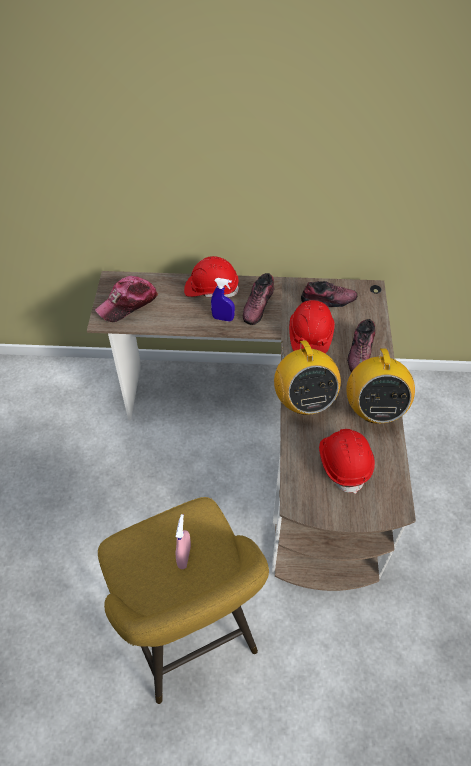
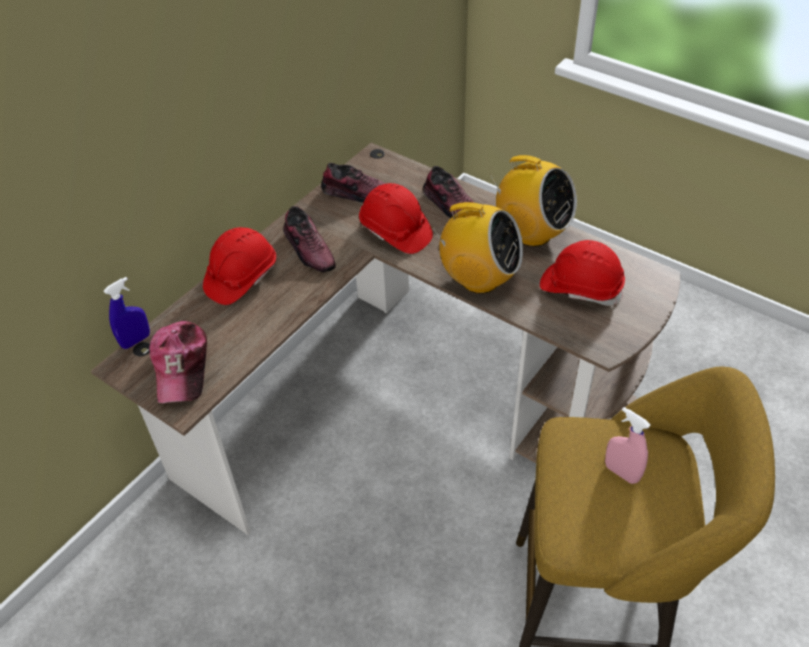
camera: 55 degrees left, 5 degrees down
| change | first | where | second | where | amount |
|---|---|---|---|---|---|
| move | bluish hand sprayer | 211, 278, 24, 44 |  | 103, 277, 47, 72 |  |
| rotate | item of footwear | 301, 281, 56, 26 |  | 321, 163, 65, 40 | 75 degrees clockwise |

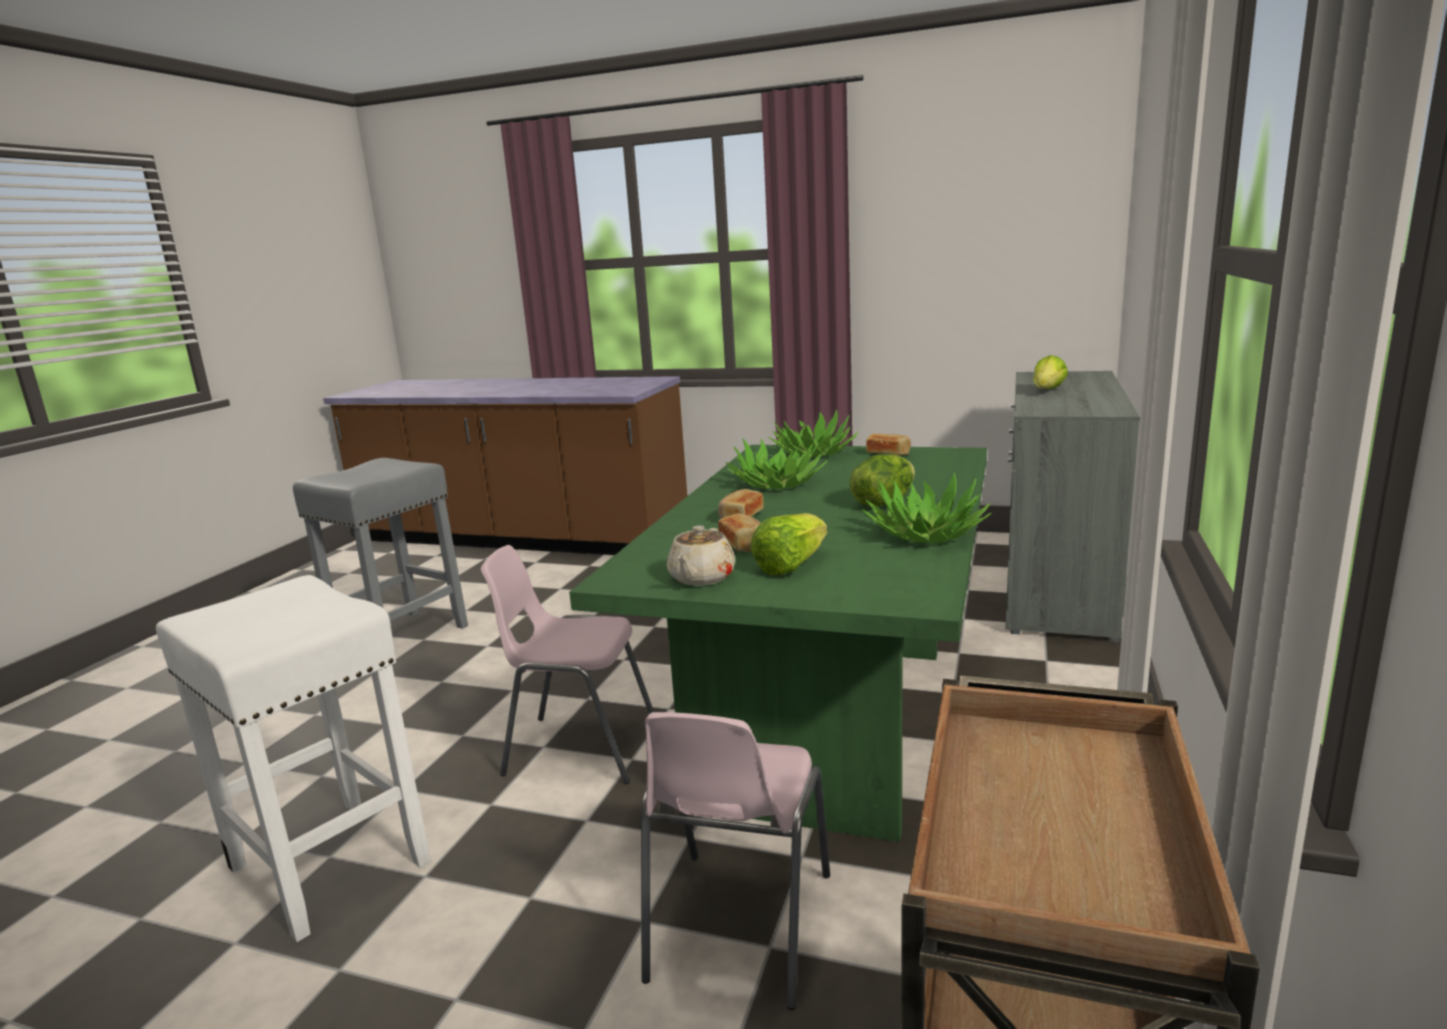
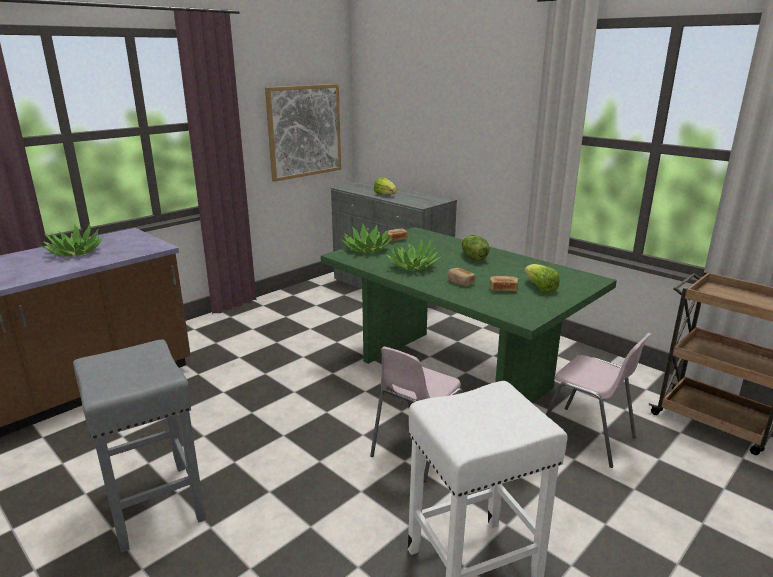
camera: 65 degrees left, 5 degrees up
| change | first | where | second | where | amount |
|---|---|---|---|---|---|
| delete | sand-coloured tea pot | 667, 525, 68, 61 |  |  |  |
| move | plant in a pot | 862, 473, 130, 70 |  | 39, 223, 65, 33 |  |
| insert |  |  | wall art | 265, 84, 76, 98 |  |

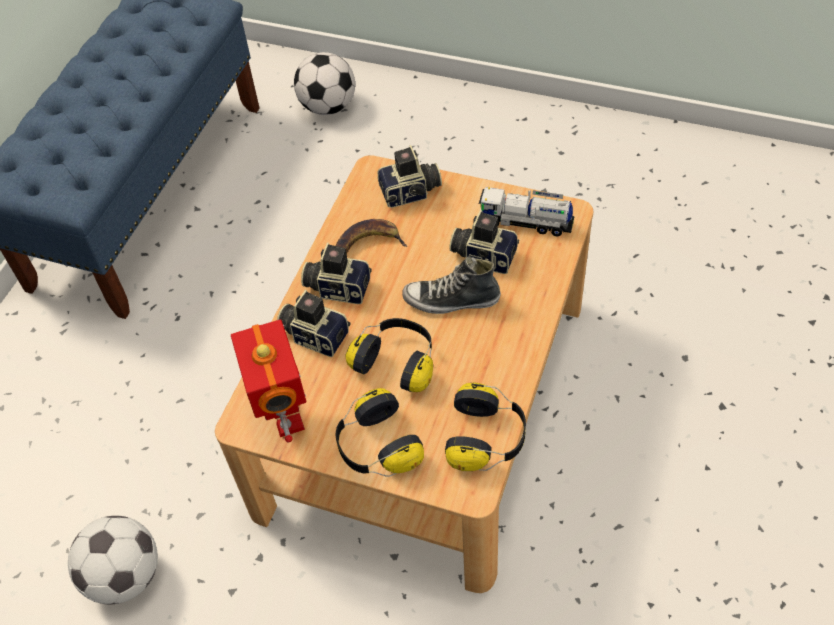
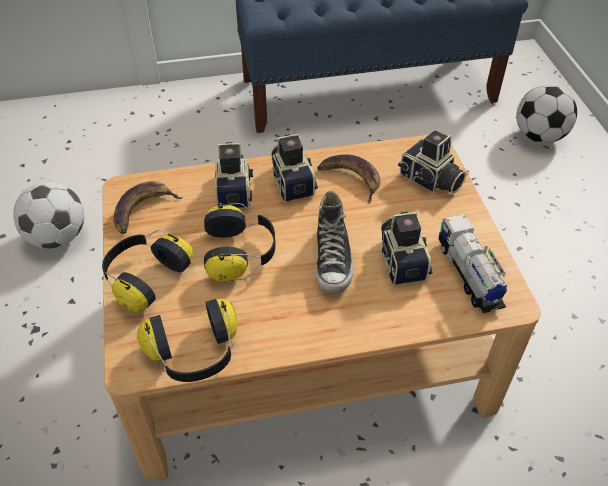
camera: 55 degrees right, 5 degrees down
| change | first | where | second | where | amount |
|---|---|---|---|---|---|
| replace | robot figure | 231, 319, 75, 123 | banana | 113, 181, 70, 53 |  |
| rotate | item of footwear | 402, 256, 99, 58 |  | 316, 191, 37, 103 | 150 degrees counterclockwise |

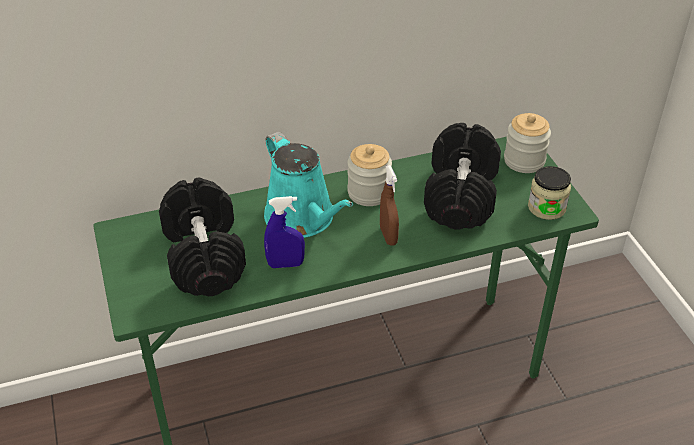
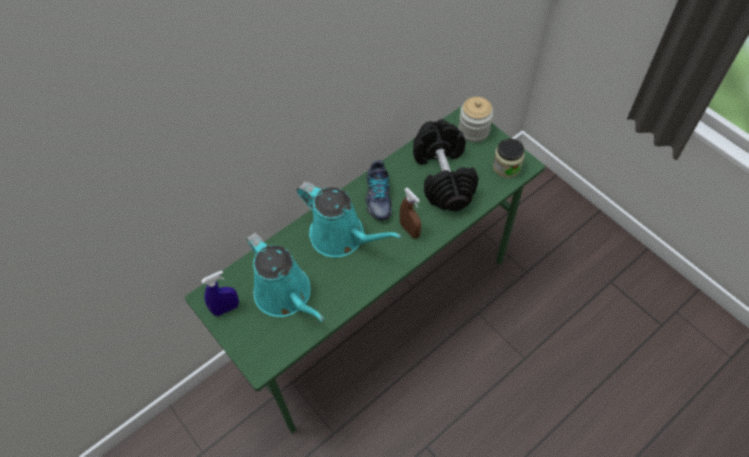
camera: 20 degrees left, 15 degrees up
| change | first | where | second | where | amount |
|---|---|---|---|---|---|
| replace | black-coloured dumbbell | 159, 177, 87, 119 | blue-green watering can | 246, 232, 78, 90 |  |
| move | bluish hand sprayer | 264, 196, 41, 72 |  | 201, 271, 38, 45 |  |
| replace | storage jar | 347, 144, 45, 62 | item of footwear | 366, 160, 26, 60 |  |

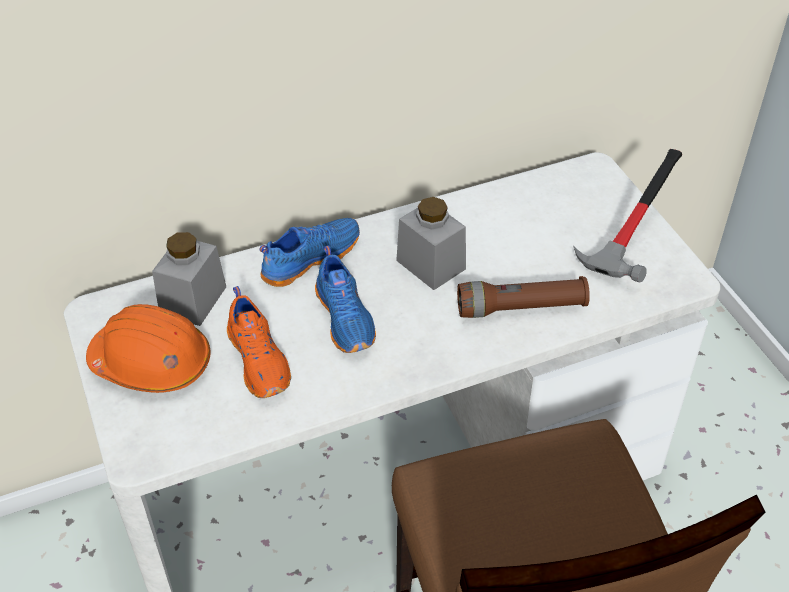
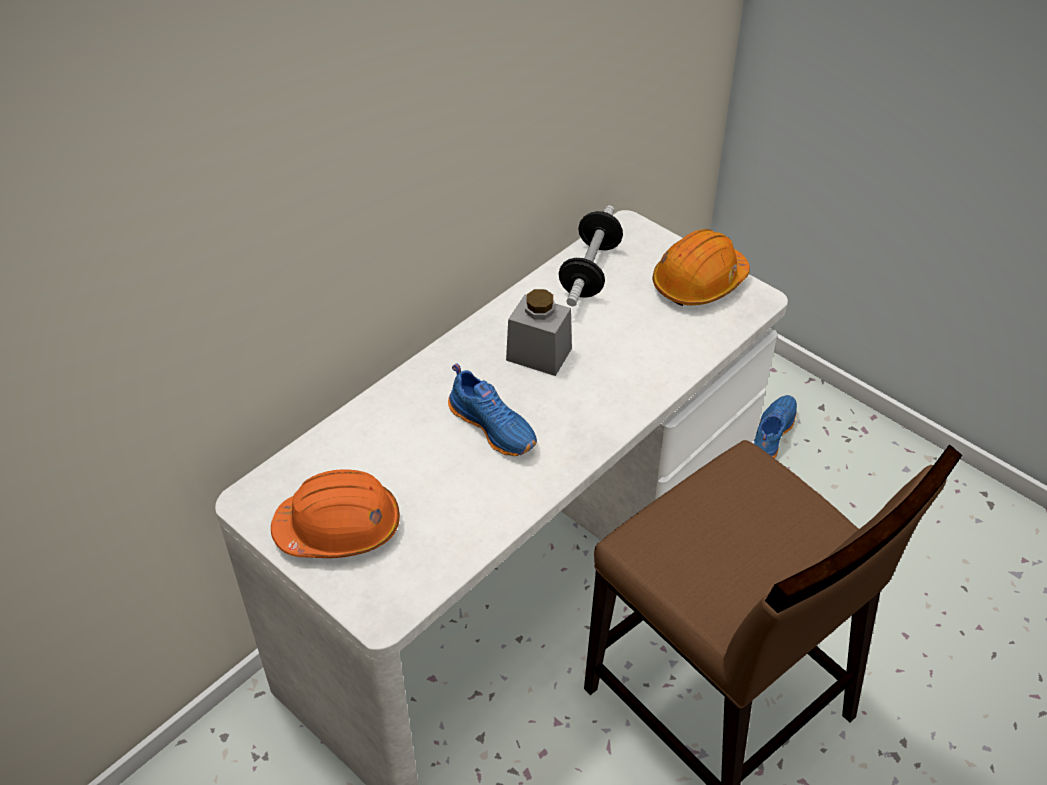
camera: 25 degrees left, 0 degrees up
| change | first | where | second | where | amount |
|---|---|---|---|---|---|
| delete | greyish storage jar | 152, 232, 74, 94 |  |  |  |
| delete | orange-coloured item of footwear | 227, 286, 64, 112 |  |  |  |
| move | bluish item of footwear | 259, 218, 101, 69 |  | 754, 395, 43, 64 |  |
| delete | brown flashlight | 457, 276, 133, 42 |  |  |  |
| replace | hammer | 574, 149, 108, 133 | orange-coloured hard hat | 652, 229, 98, 77 |  |
| insert |  |  | dumbbell | 559, 205, 64, 101 |  |

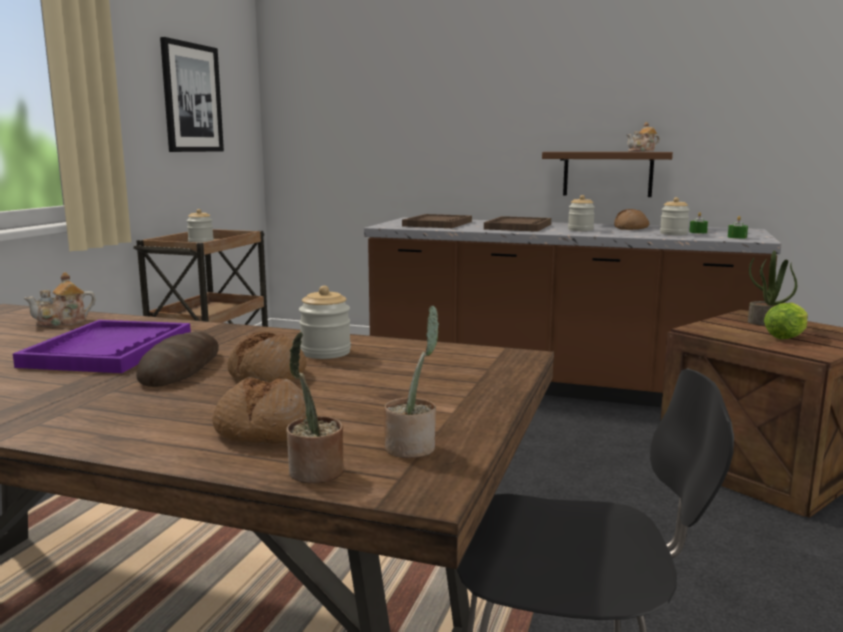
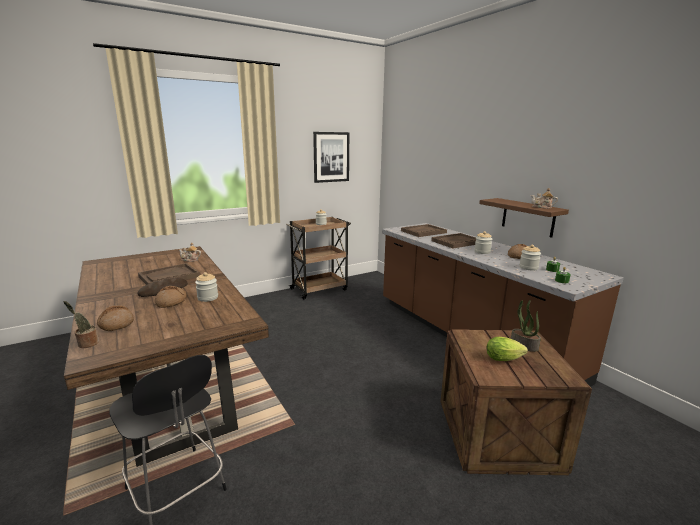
camera: 40 degrees right, 5 degrees up
| change | first | where | second | where | amount |
|---|---|---|---|---|---|
| recolor | purplish carrying tray | 13, 320, 178, 53 | brown carrying tray | 138, 263, 62, 22 |  |
| delete | plant in a pot | 384, 306, 55, 152 |  |  |  |

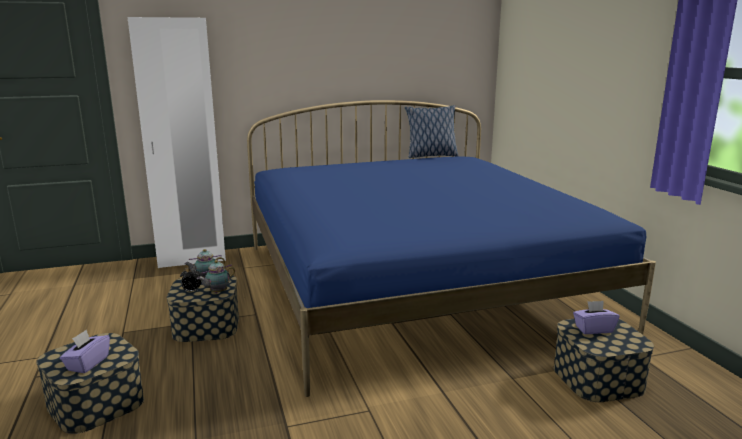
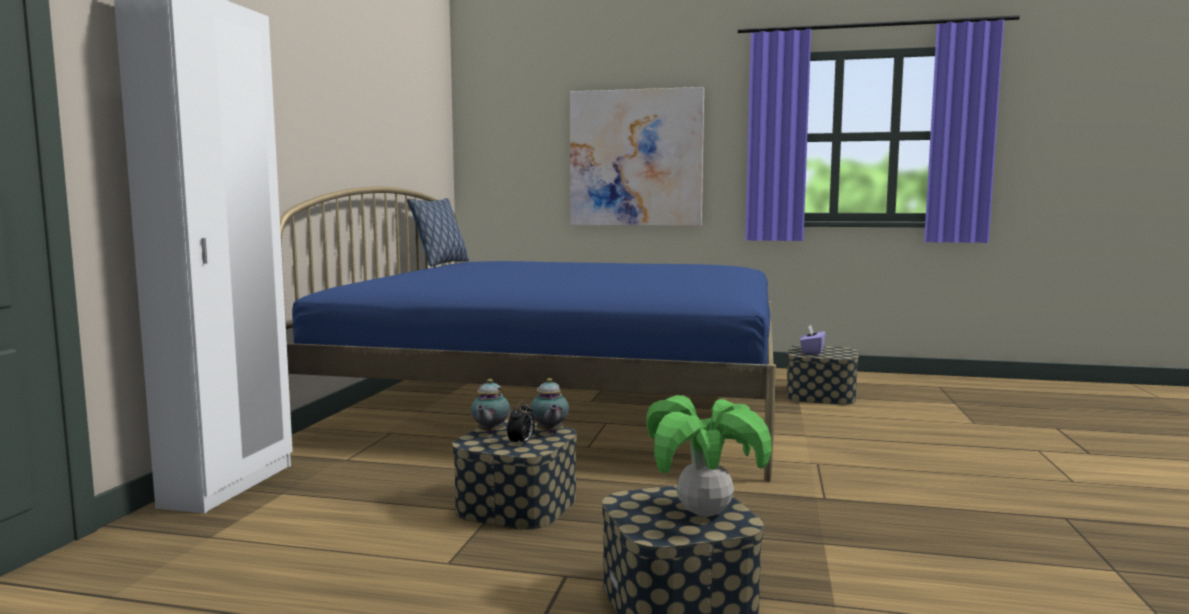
camera: 60 degrees left, 10 degrees down
| change | first | where | second | where | amount |
|---|---|---|---|---|---|
| replace | purplish tissue box | 60, 330, 50, 43 | plant in a pot | 646, 395, 126, 122 |  |
| insert |  |  | wall art | 570, 87, 134, 139 |  |

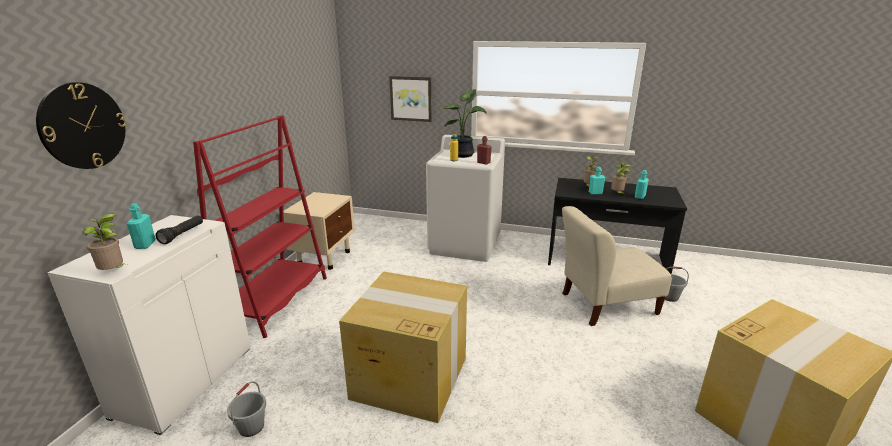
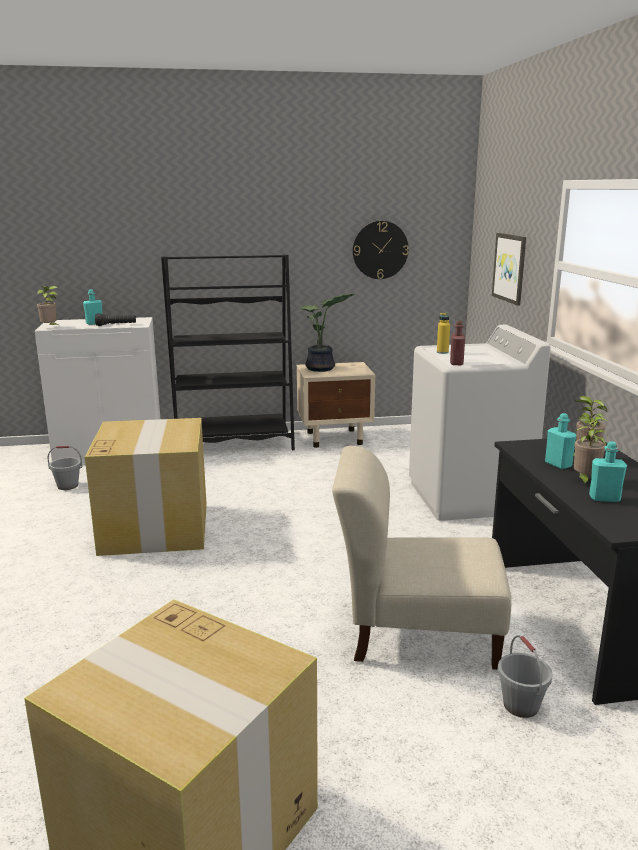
camera: 65 degrees right, 5 degrees down
| change | first | where | second | where | amount |
|---|---|---|---|---|---|
| move | hanging clock | 36, 82, 90, 87 |  | 353, 221, 56, 58 |  |
| recolor | red shelving unit | 193, 115, 134, 223 | black-coloured shelving unit | 161, 254, 134, 196 |  |
| move | plant in a pot | 442, 89, 45, 69 |  | 300, 294, 55, 78 |  |
| rotate | sand-coloured plain chair | 562, 206, 110, 120 |  | 332, 446, 179, 224 | 45 degrees counterclockwise |

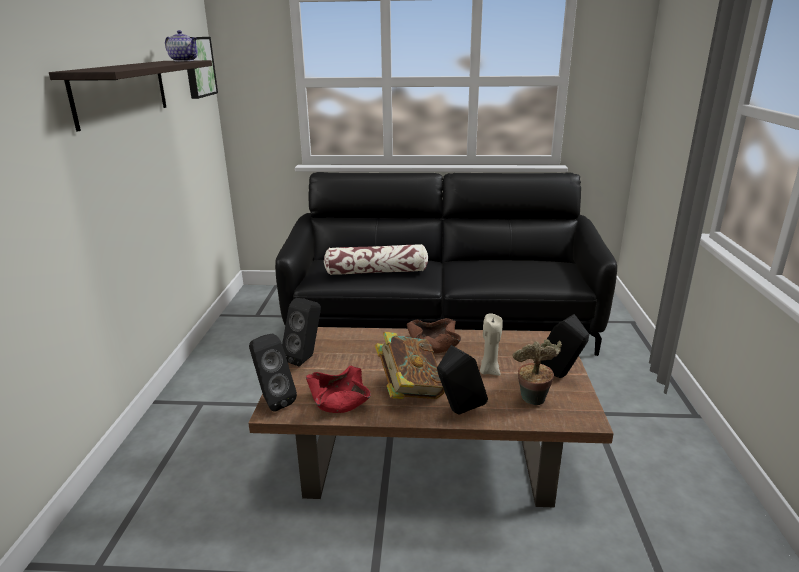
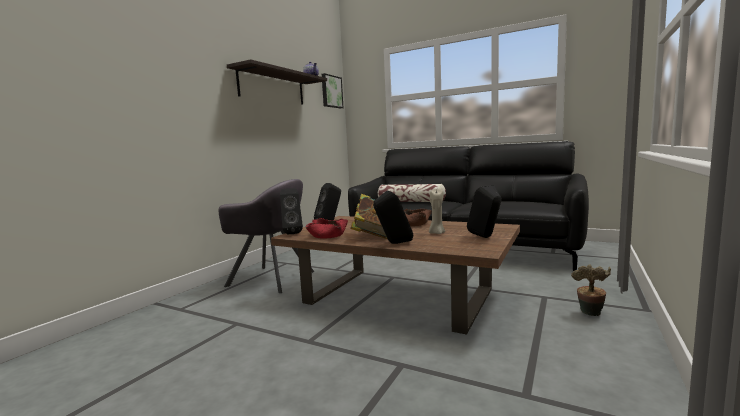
camera: 25 degrees right, 15 degrees down
| change | first | where | second | where | amount |
|---|---|---|---|---|---|
| move | plant in a pot | 512, 339, 50, 66 |  | 571, 264, 40, 52 |  |
| insert |  |  | greyish armchair | 218, 179, 96, 114 |  |

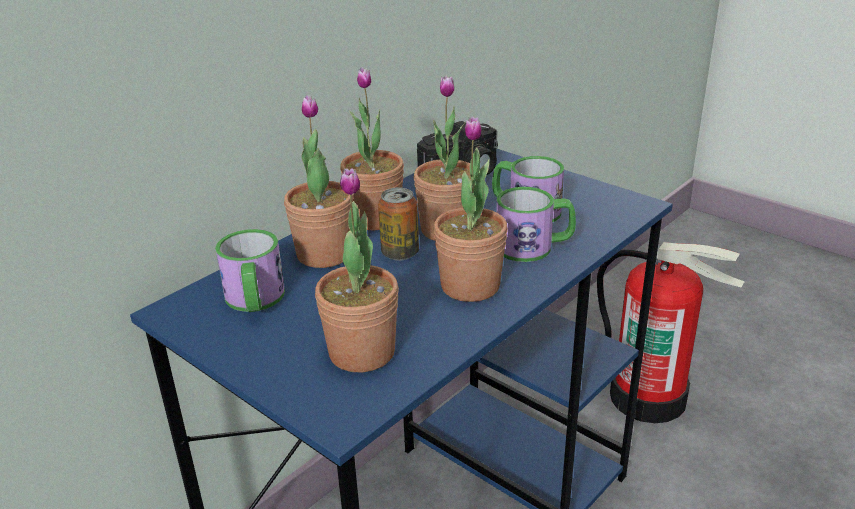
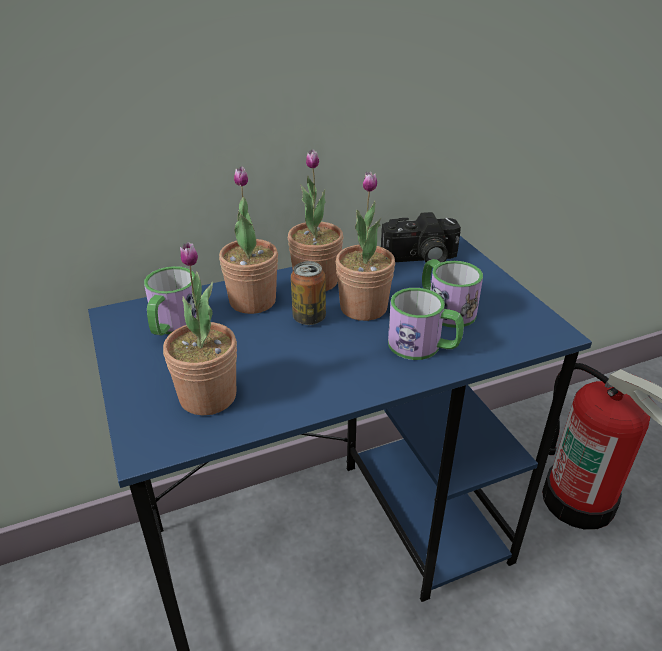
camera: 25 degrees right, 5 degrees up
| change | first | where | second | where | amount |
|---|---|---|---|---|---|
| delete | plant in a pot | 434, 117, 74, 185 |  |  |  |

